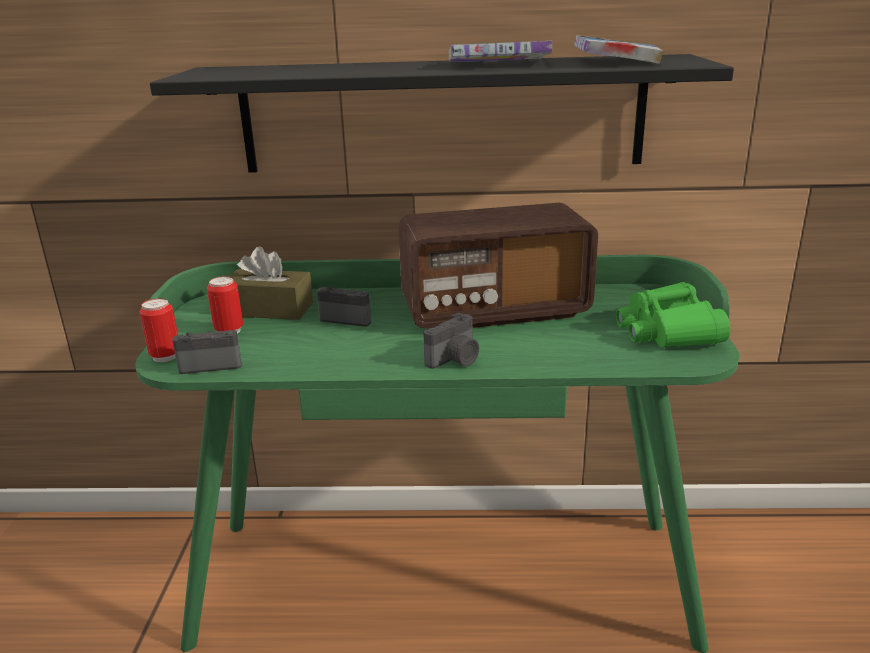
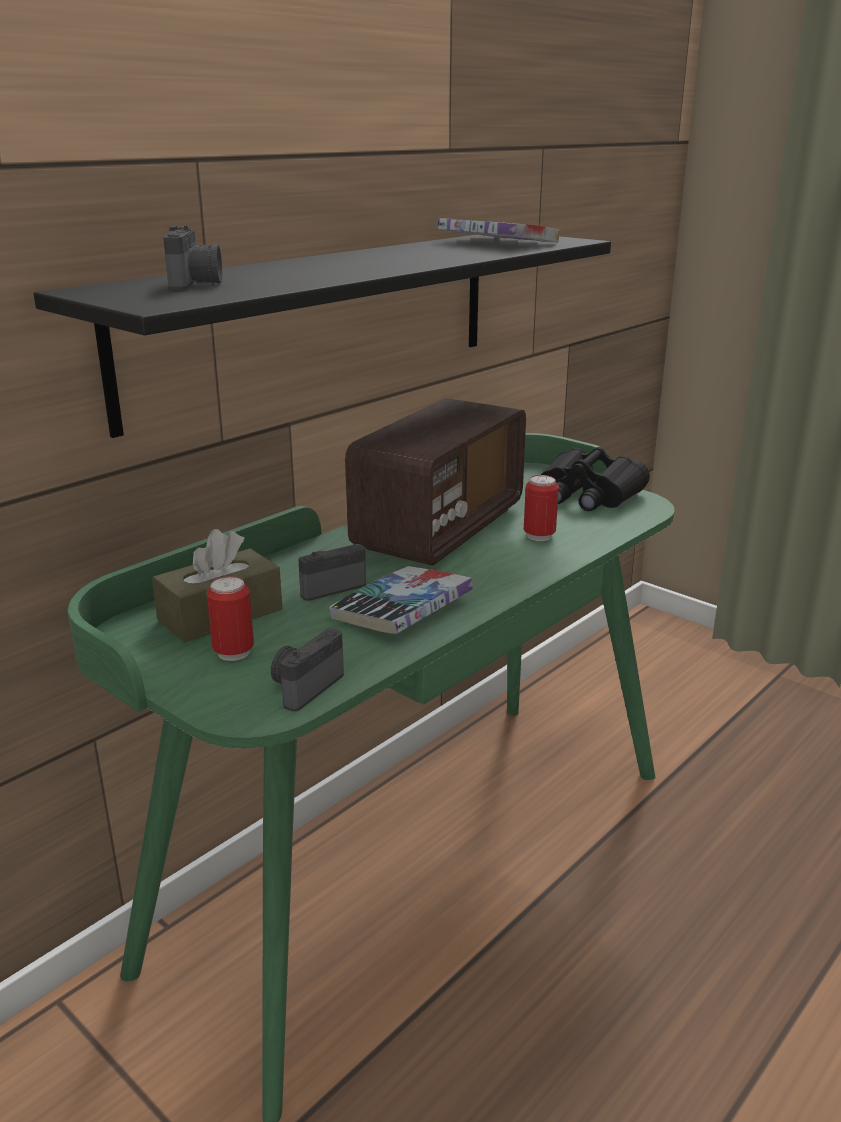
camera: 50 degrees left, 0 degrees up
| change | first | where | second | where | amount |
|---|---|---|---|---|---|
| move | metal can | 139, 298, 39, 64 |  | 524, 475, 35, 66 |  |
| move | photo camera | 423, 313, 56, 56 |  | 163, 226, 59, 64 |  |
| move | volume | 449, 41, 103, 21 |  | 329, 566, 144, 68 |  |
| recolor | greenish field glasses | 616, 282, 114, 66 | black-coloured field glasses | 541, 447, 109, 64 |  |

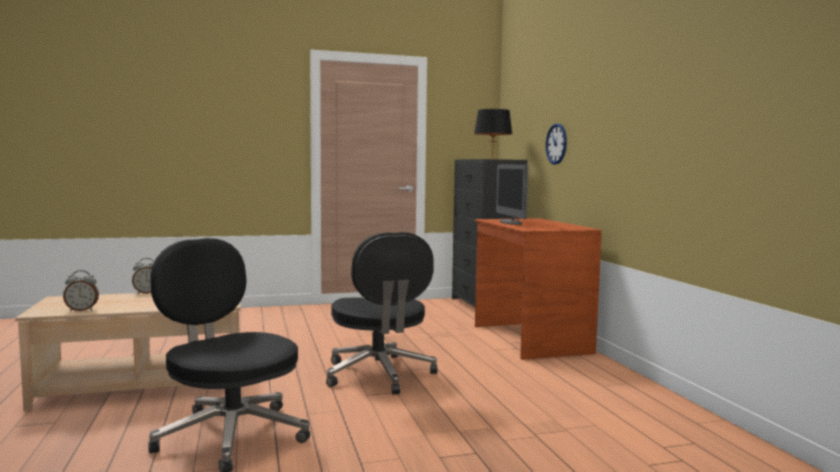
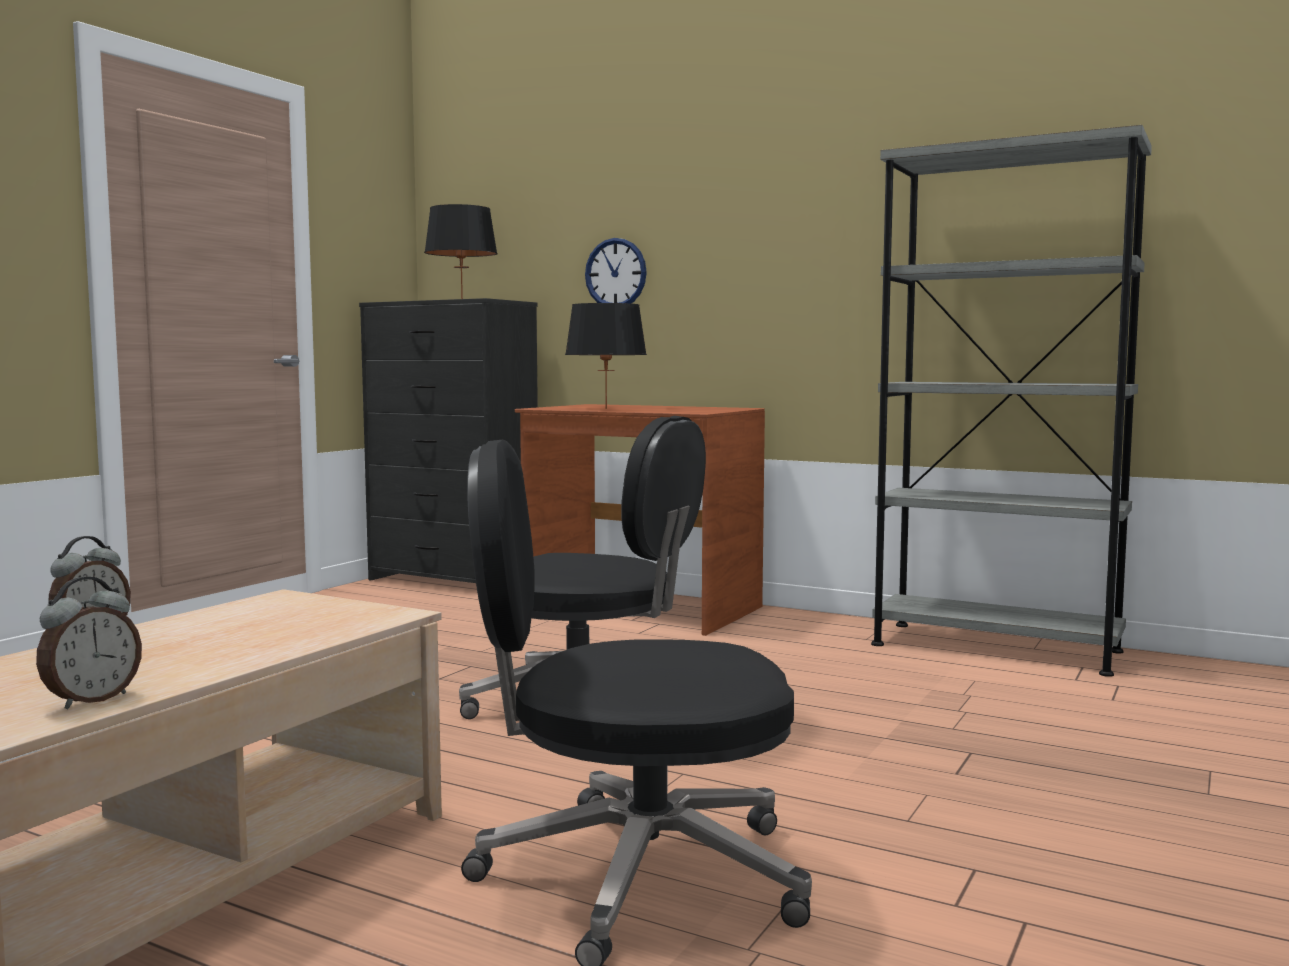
camera: 45 degrees left, 0 degrees up
| change | first | where | second | where | amount |
|---|---|---|---|---|---|
| replace | monitor | 496, 165, 33, 60 | black-coloured tabletop lamp | 565, 303, 82, 106 |  |
| insert |  |  | greyish shelving unit | 871, 125, 281, 552 |  |

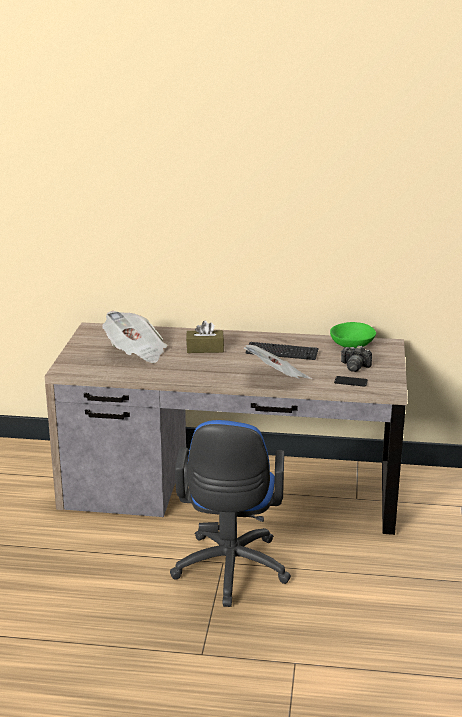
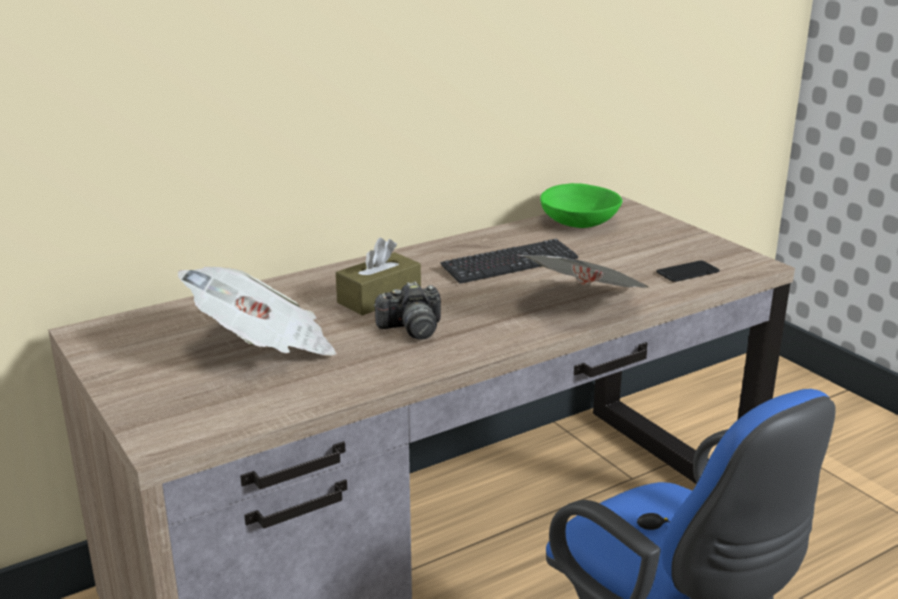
camera: 40 degrees left, 0 degrees up
| change | first | where | second | where | amount |
|---|---|---|---|---|---|
| move | photo camera | 341, 345, 31, 27 |  | 374, 281, 67, 58 |  |

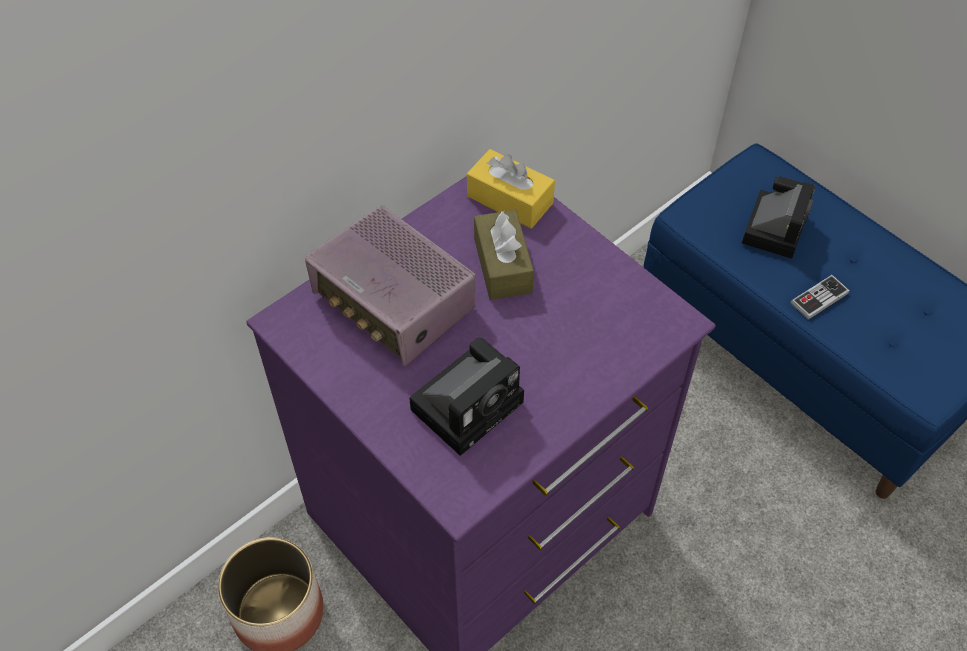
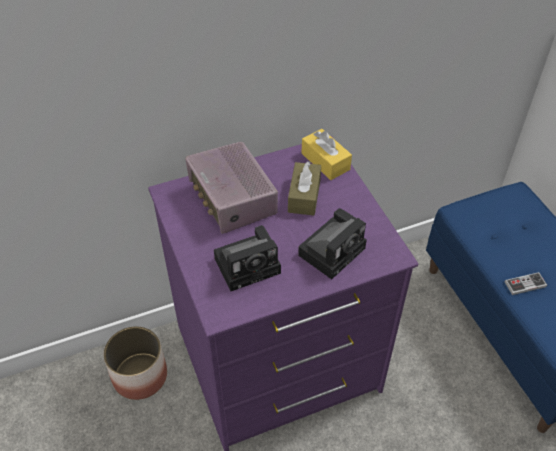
camera: 20 degrees right, 5 degrees down
| change | first | where | second | where | amount |
|---|---|---|---|---|---|
| move | photo camera | 742, 176, 73, 83 |  | 298, 208, 69, 71 |  |

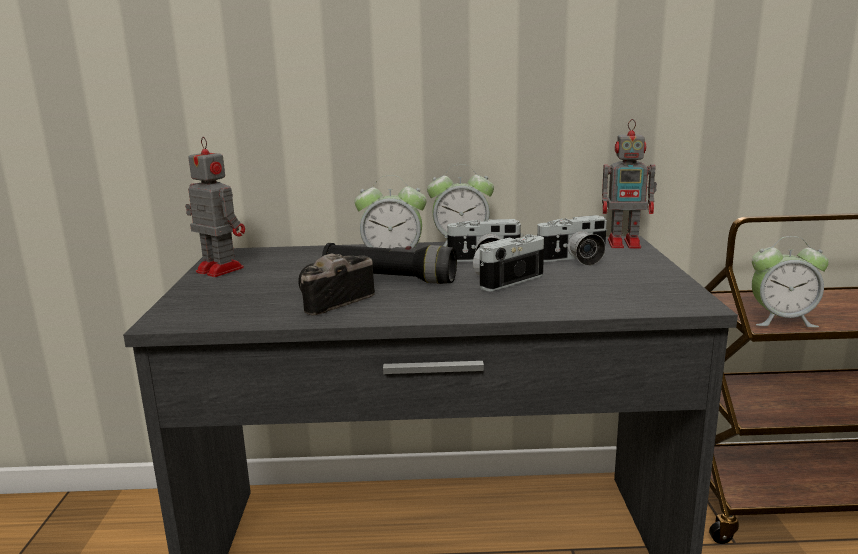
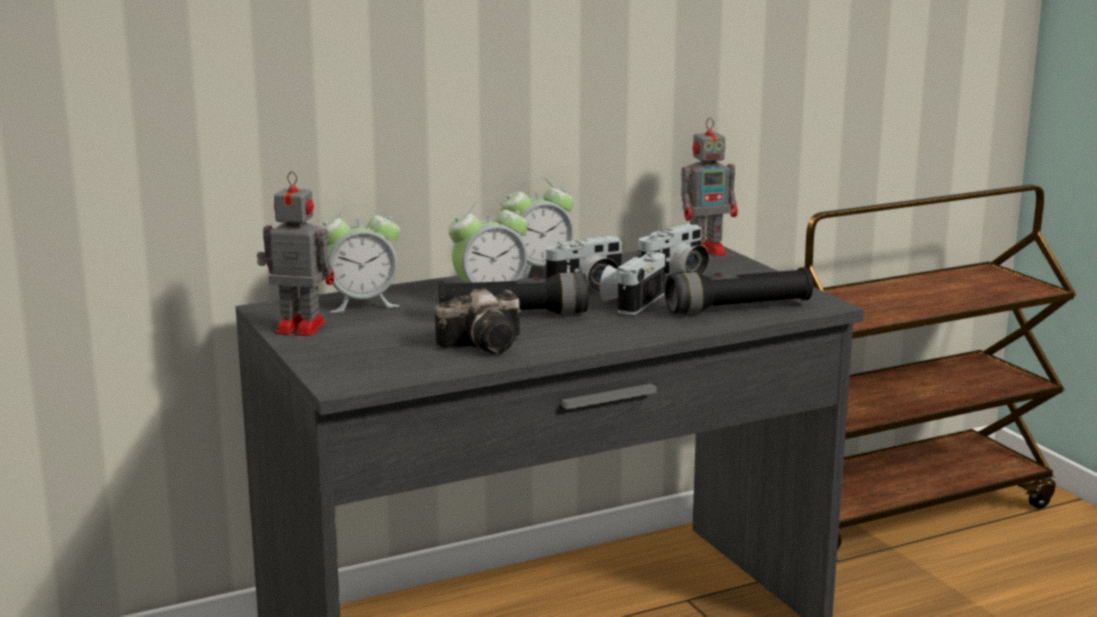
camera: 25 degrees left, 0 degrees up
| change | first | where | second | where | amount |
|---|---|---|---|---|---|
| rotate | photo camera | 299, 254, 76, 62 |  | 435, 288, 86, 66 | 135 degrees counterclockwise |
| move | alarm clock | 752, 236, 77, 91 |  | 320, 203, 80, 110 |  |
| insert |  |  | black-coloured flashlight | 665, 267, 148, 47 |  |

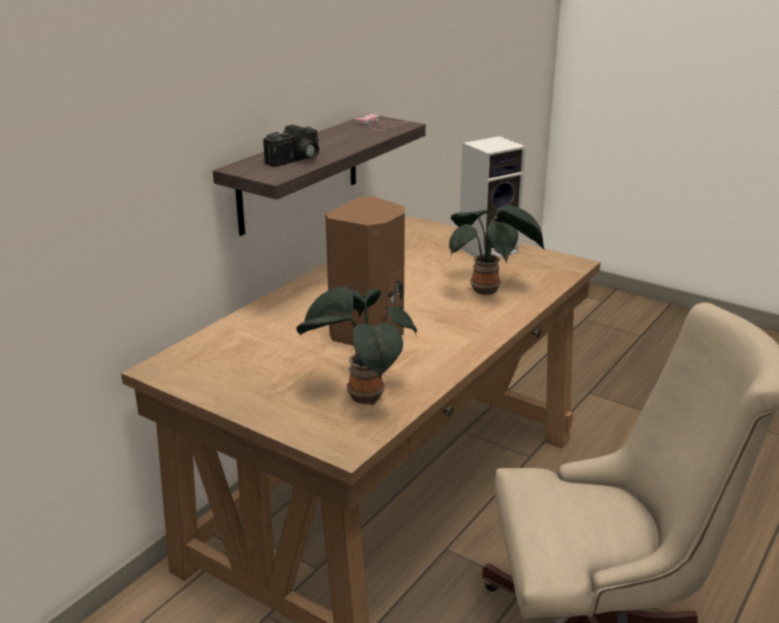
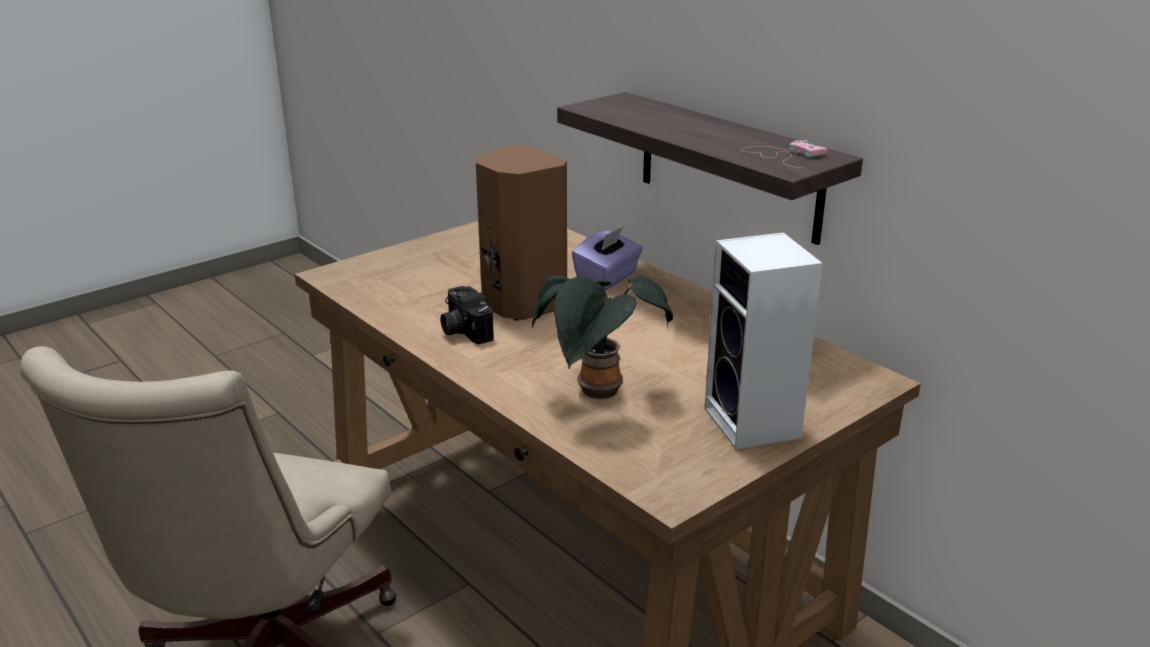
camera: 105 degrees right, 0 degrees up
| change | first | where | second | where | amount |
|---|---|---|---|---|---|
| move | photo camera | 263, 124, 56, 43 |  | 441, 286, 53, 58 |  |
| delete | plant in a pot | 296, 286, 121, 119 |  |  |  |
| insert |  |  | purplish tissue box | 572, 226, 71, 64 |  |

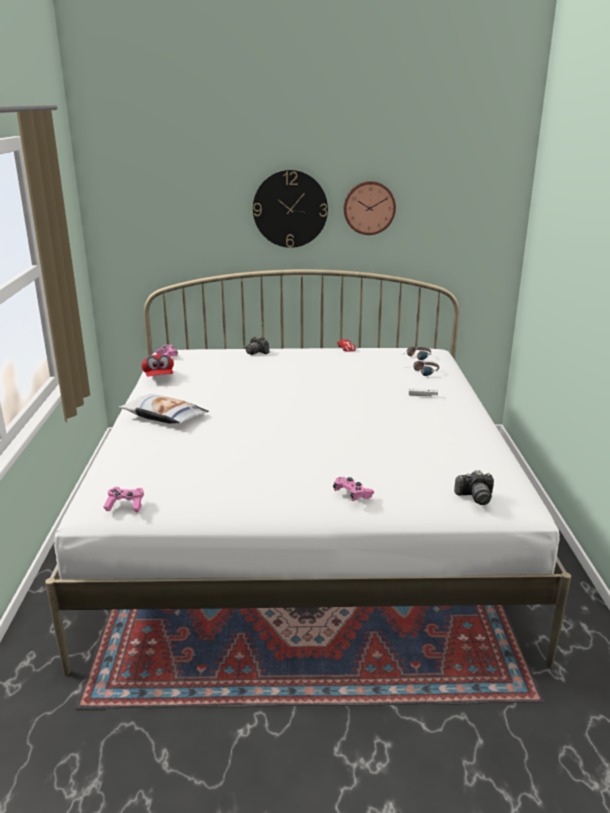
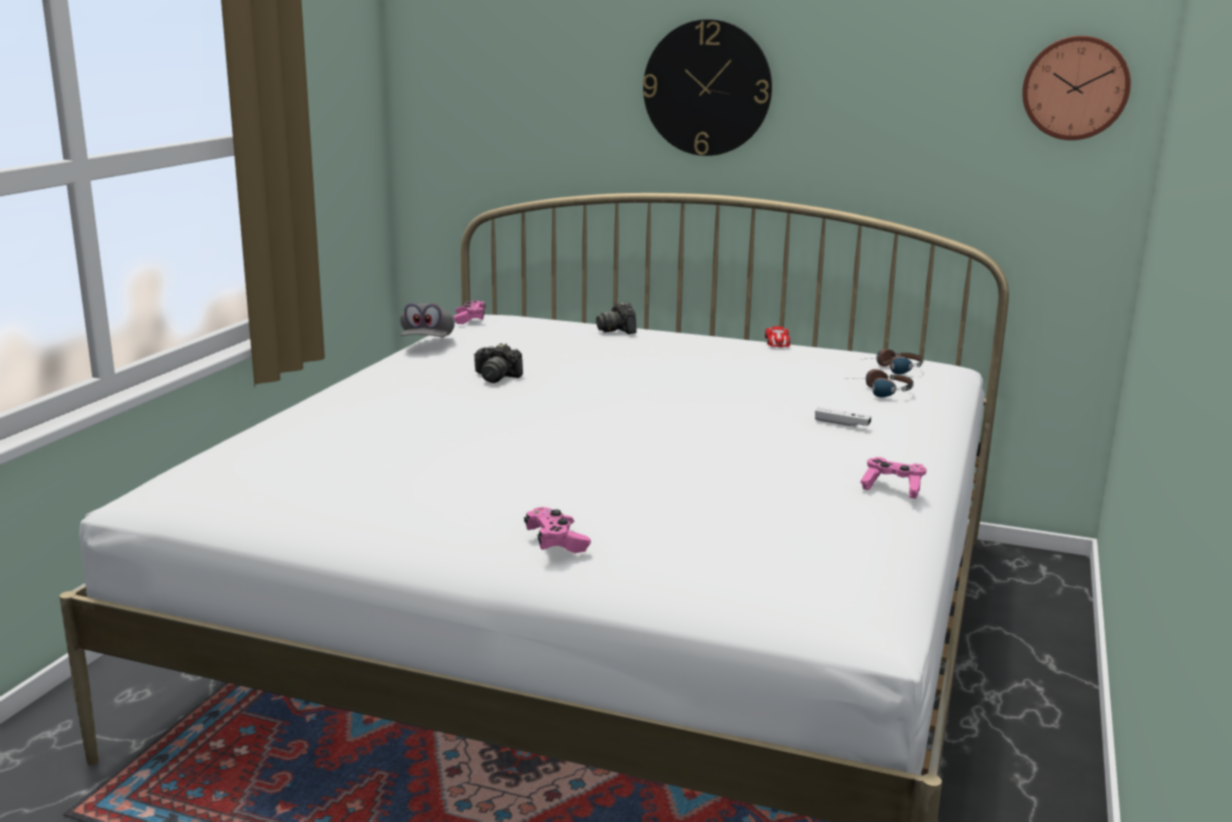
camera: 20 degrees right, 5 degrees down
| change | first | where | second | where | amount |
|---|---|---|---|---|---|
| move | pink joypad | 103, 487, 41, 26 |  | 860, 457, 66, 42 |  |
| delete | pillow | 119, 394, 90, 30 |  |  |  |
| recolor | red peaked cap | 142, 354, 32, 23 | greyish peaked cap | 400, 303, 54, 34 |  |
| move | hanging clock | 344, 181, 52, 54 |  | 1022, 36, 109, 104 |  |
| move | photo camera | 454, 470, 40, 35 |  | 474, 343, 49, 40 |  |

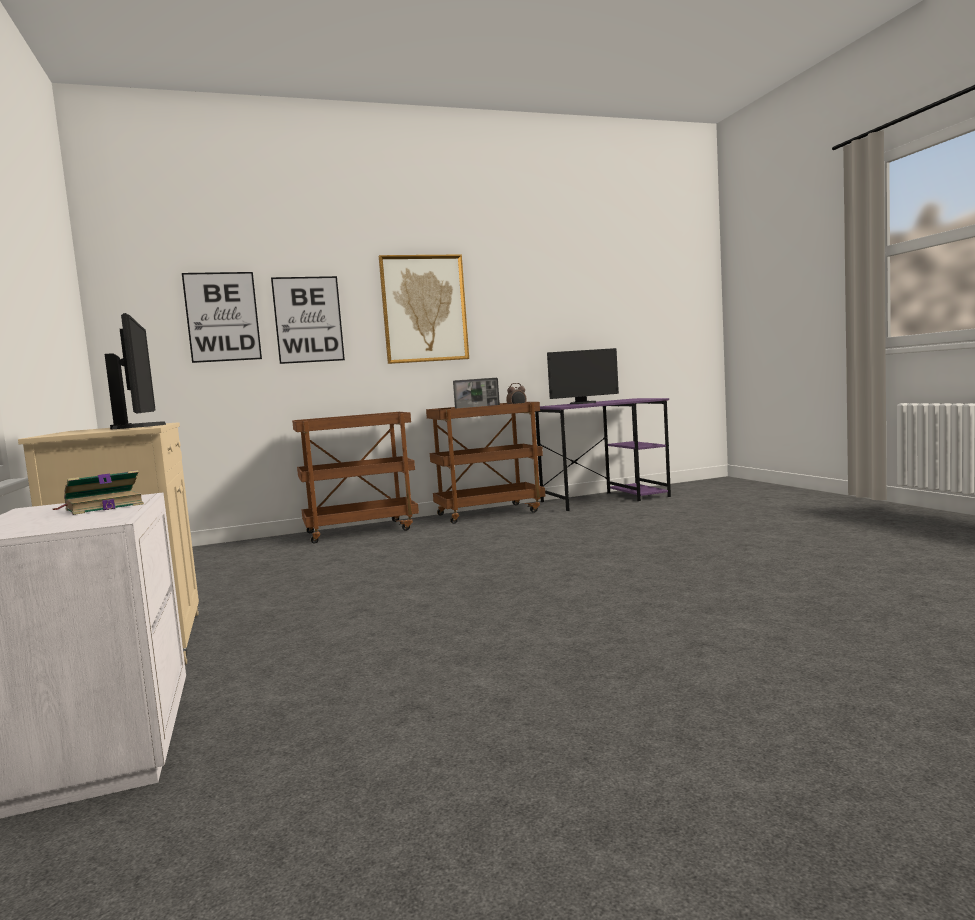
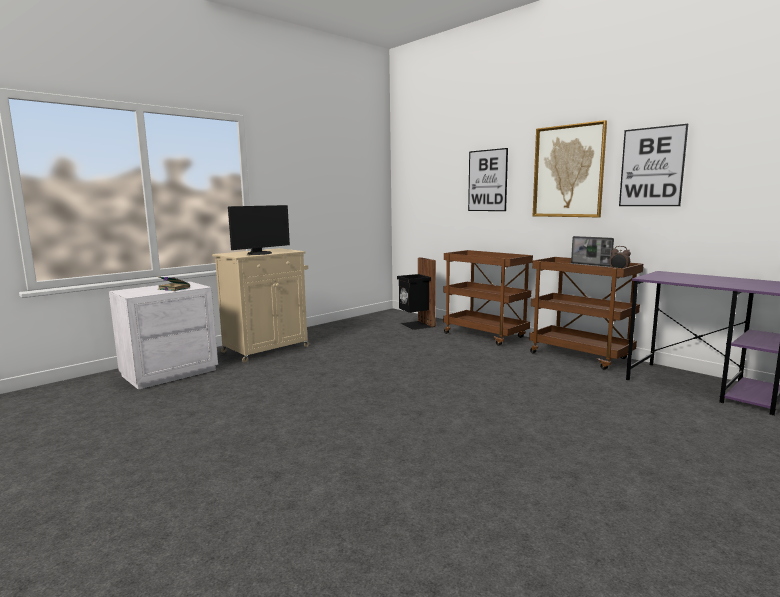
camera: 65 degrees right, 5 degrees up
| change | first | where | second | where | amount |
|---|---|---|---|---|---|
| move | wall art | 182, 272, 80, 91 |  | 619, 124, 69, 82 |  |
| delete | monitor | 547, 348, 72, 56 |  |  |  |
| insert |  |  | black-coloured waste bin | 397, 257, 39, 73 |  |

